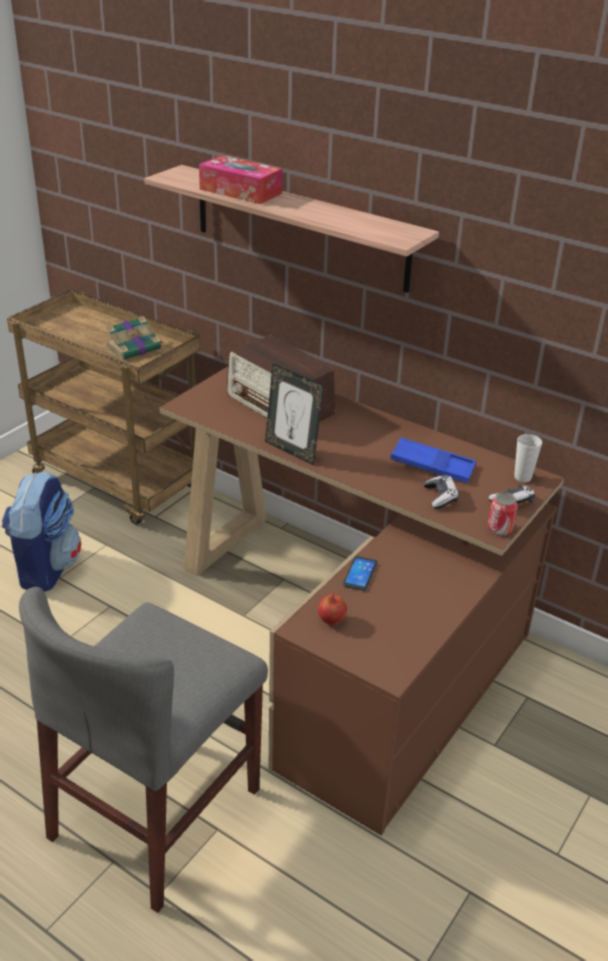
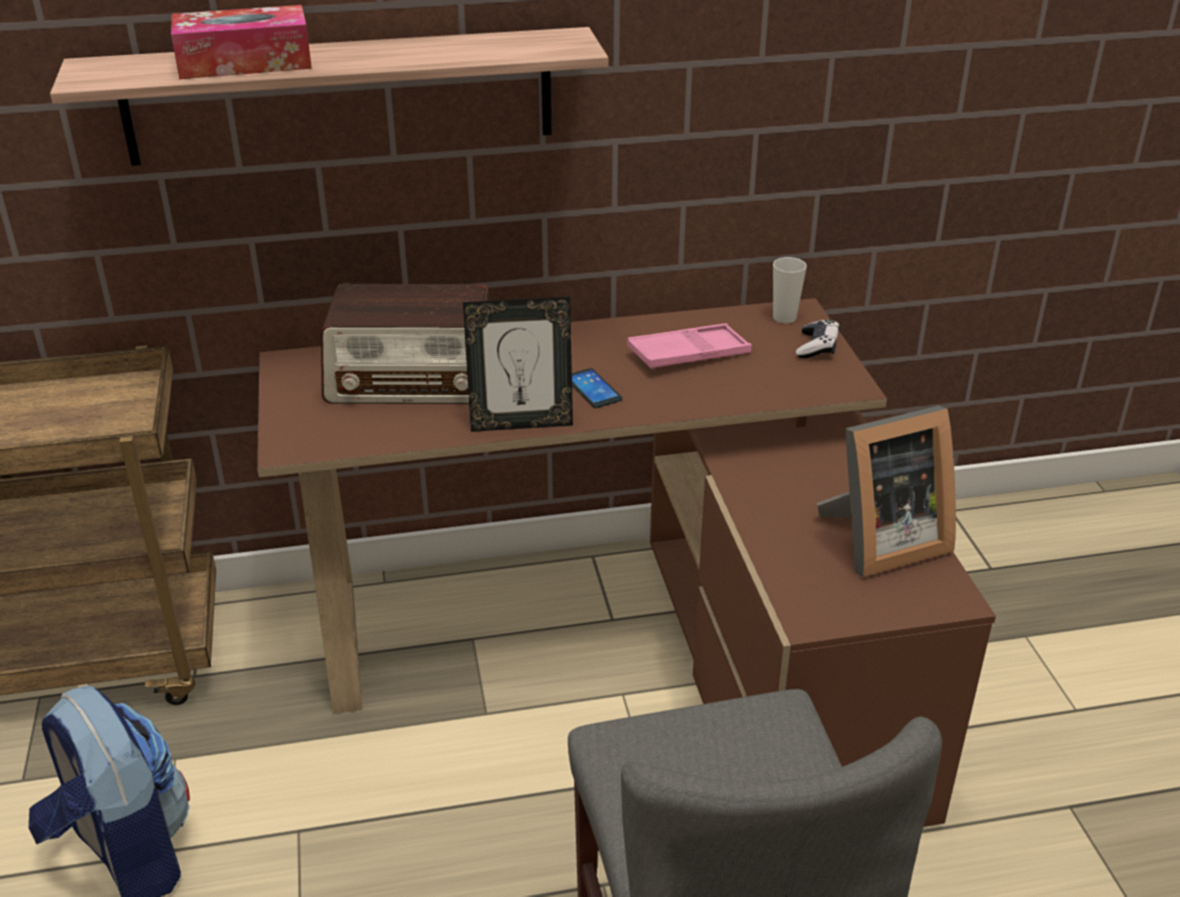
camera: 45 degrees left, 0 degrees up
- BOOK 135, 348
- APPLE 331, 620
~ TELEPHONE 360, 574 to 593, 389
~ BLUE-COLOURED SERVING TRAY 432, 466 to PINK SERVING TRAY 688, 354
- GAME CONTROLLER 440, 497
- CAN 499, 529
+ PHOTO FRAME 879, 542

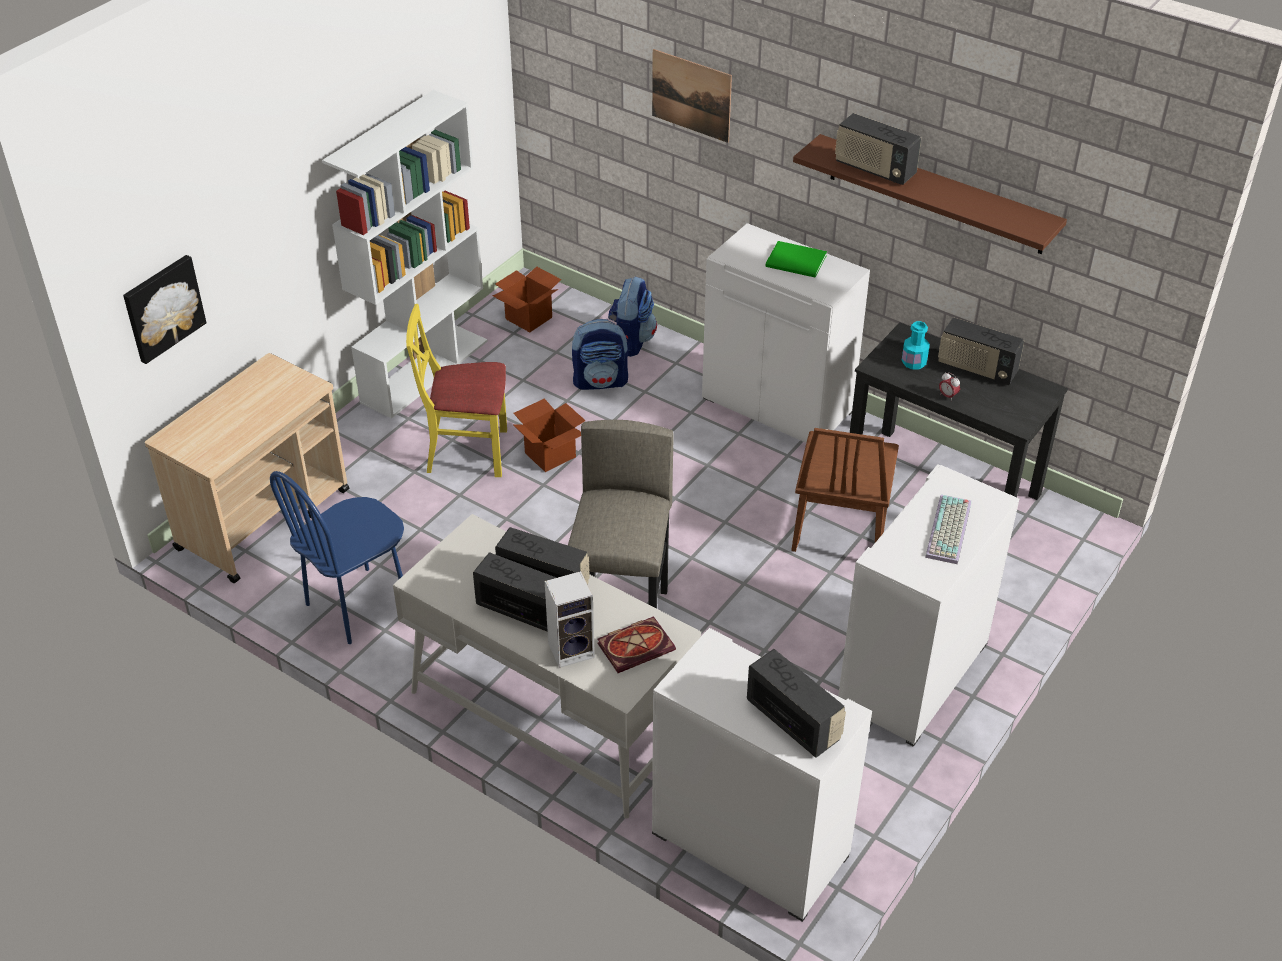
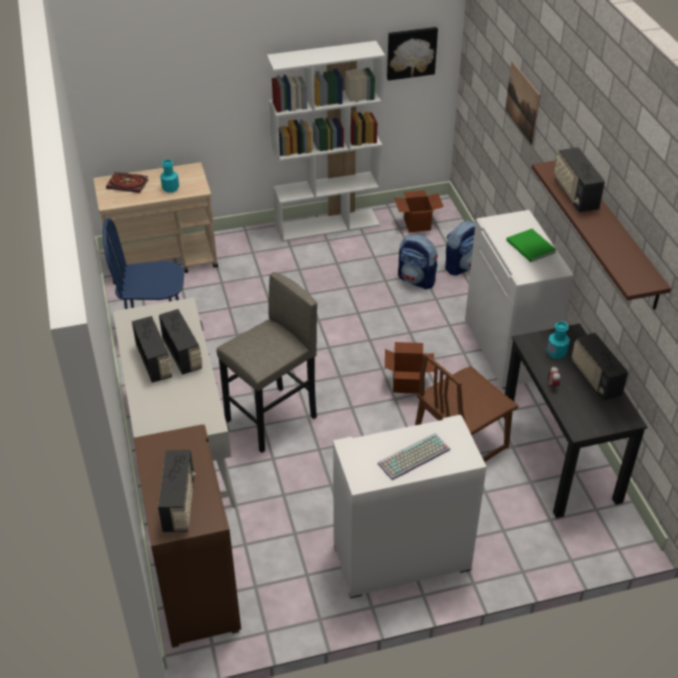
camera: 40 degrees right, 0 degrees up
~ WALL ART 162, 307 to 411, 52
- YELLOW UPRIGHT CHAIR 467, 452
~ CARDBOARD BOX 550, 455 to 407, 383
- AUDIO SPEAKER 572, 649
~ BOOK 637, 645 to 129, 184
~ WHITISH CUPBOARD 748, 844 to BROWN-COLOURED CUPBOARD 194, 584
+ BLUE-GREEN DRINK BOTTLE 170, 188

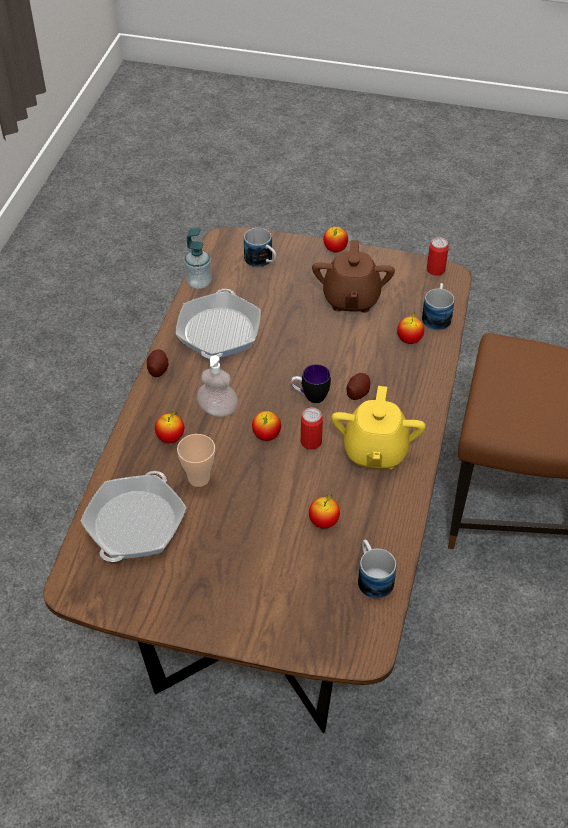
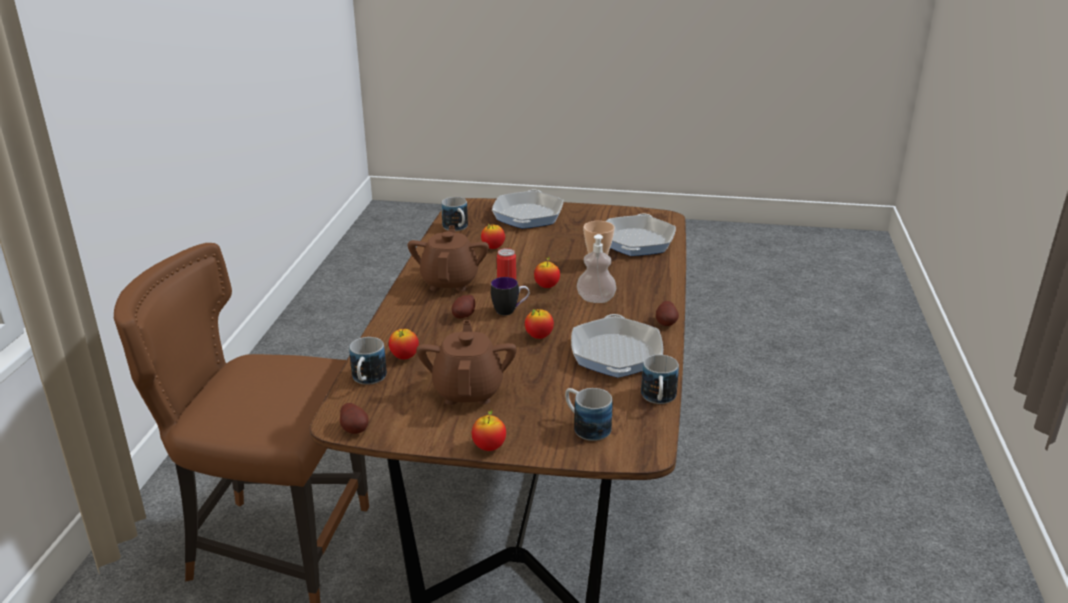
camera: 175 degrees right, 20 degrees down
~ APPLE 170, 438 to 539, 336
~ LIQUID SOAP BOTTLE 199, 282 to COFFEE MUG 658, 399
~ YELLOW TEA POT 375, 451 to BROWN-COLOURED TEA POT 450, 282
~ CAN 435, 270 to WHOLE POTATO 355, 429
+ SKILLET 528, 215

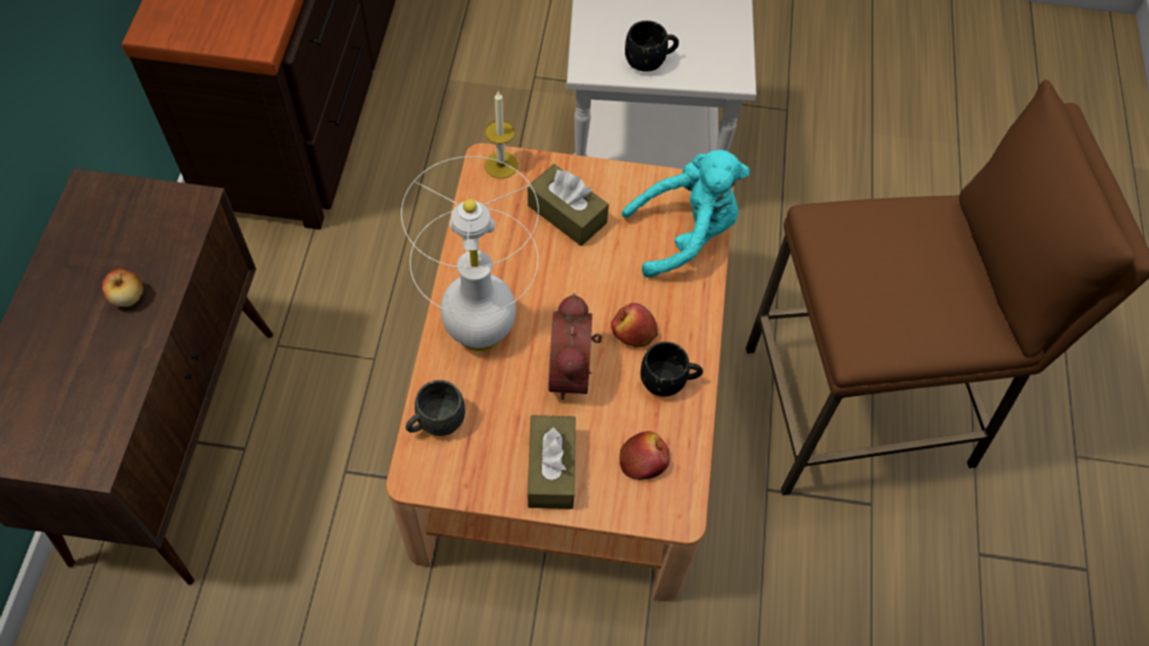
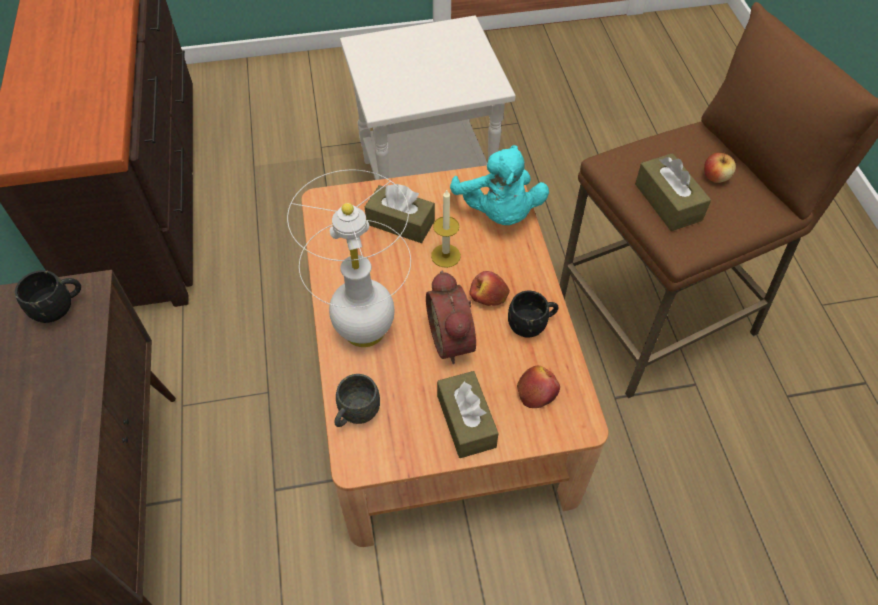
camera: 15 degrees left, 5 degrees down
~ APPLE 128, 297 to 715, 177
~ CANDLE 501, 165 to 445, 255
~ BLUE-GREEN SOFT TOY 685, 234 = 498, 212 105 degrees clockwise
~ BLACK COFFEE MUG 650, 61 to 60, 307
+ BROWN-COLOURED TISSUE HOLDER 668, 202

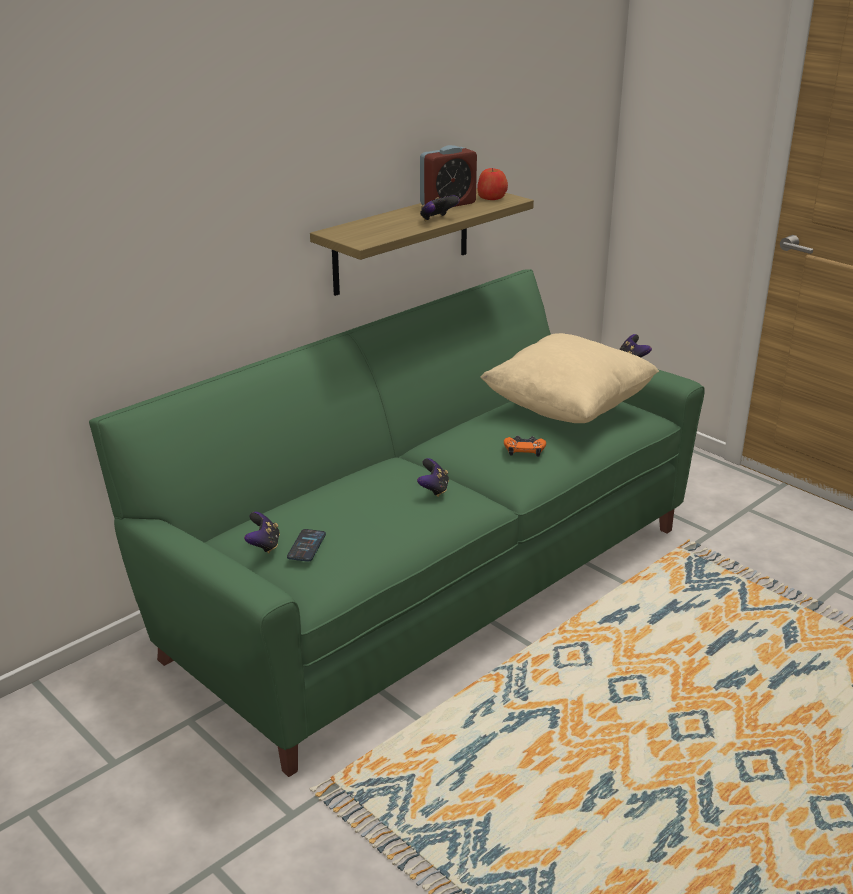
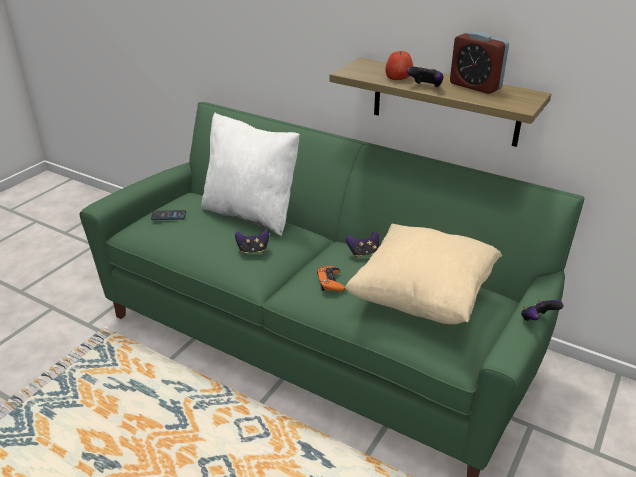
camera: 75 degrees right, 5 degrees up
~ GAME CONTROLLER 264, 545 to 363, 253
~ APPLE 491, 197 to 398, 78
+ WHITISH PILLOW 251, 214

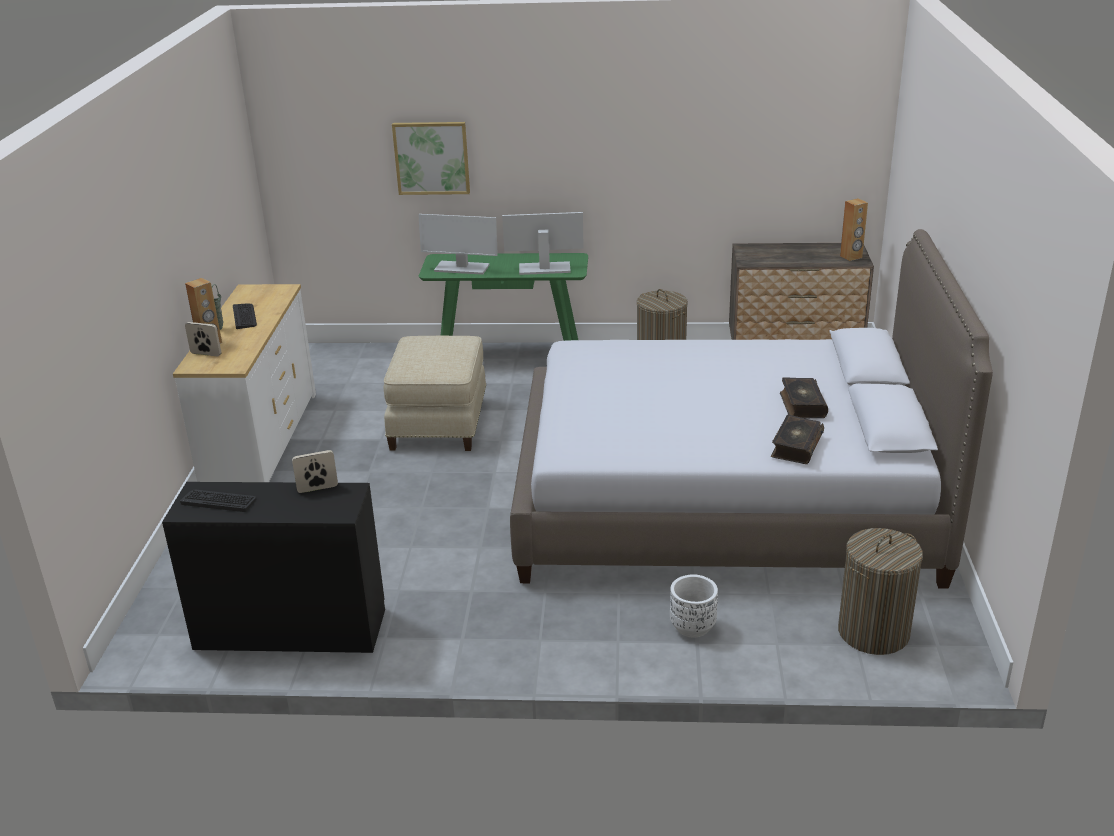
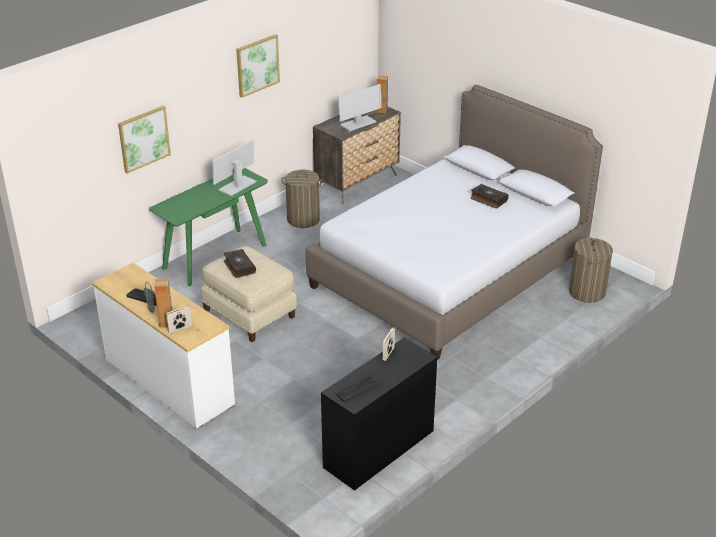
camera: 50 degrees left, 5 degrees up
~ COMPUTER SCREEN 461, 268 to 358, 124
- WHITISH FLOWER POT 692, 627
~ BOOK 795, 447 to 239, 267
+ WALL ART 257, 65

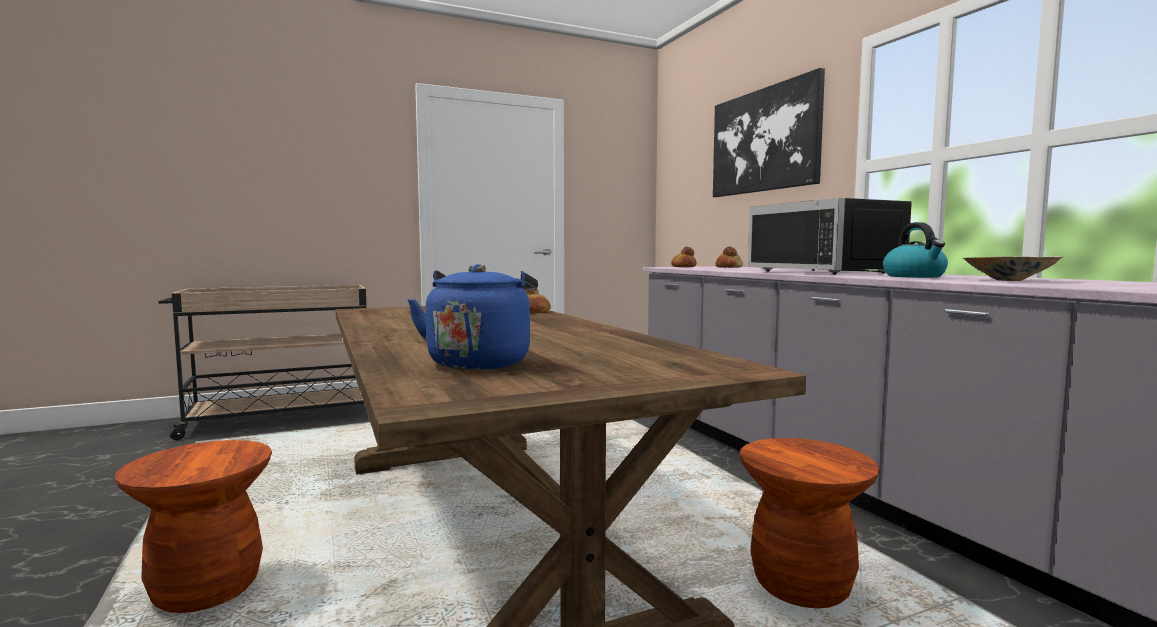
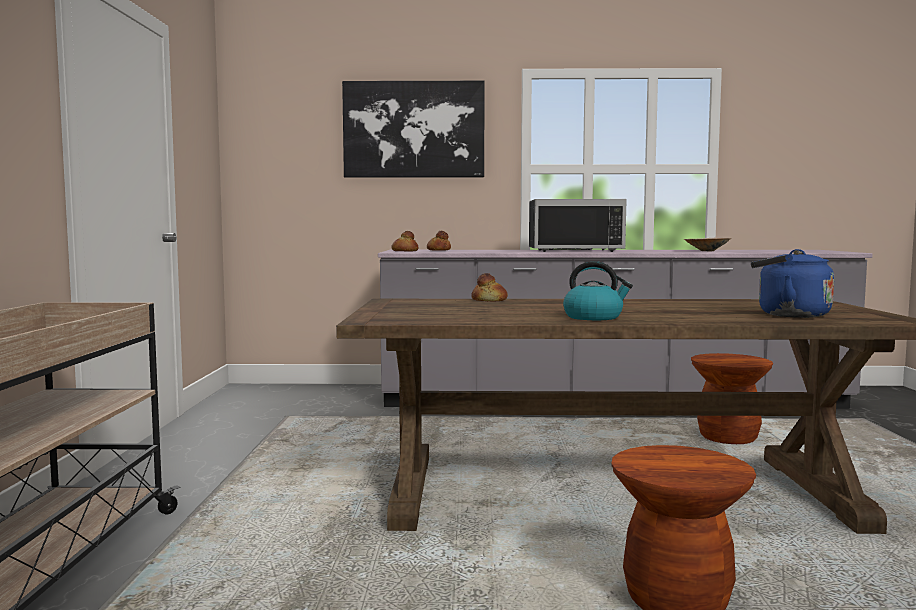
camera: 65 degrees left, 0 degrees up
~ KETTLE 915, 276 to 594, 317

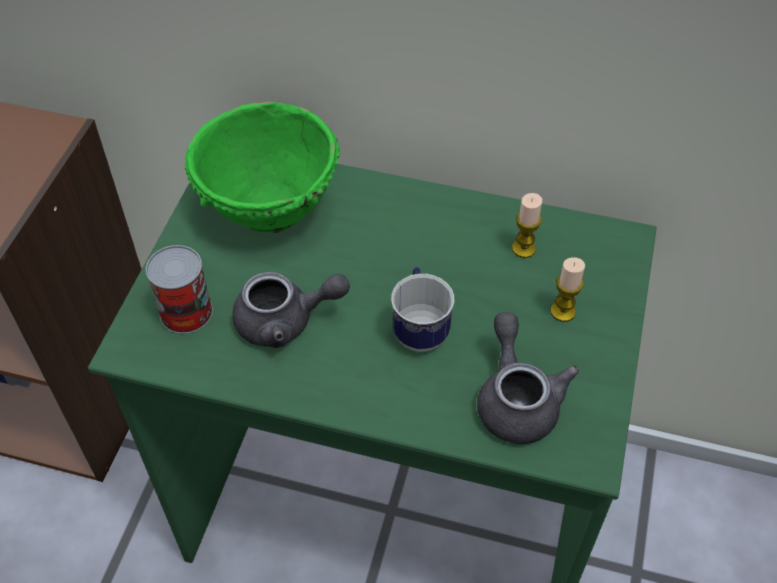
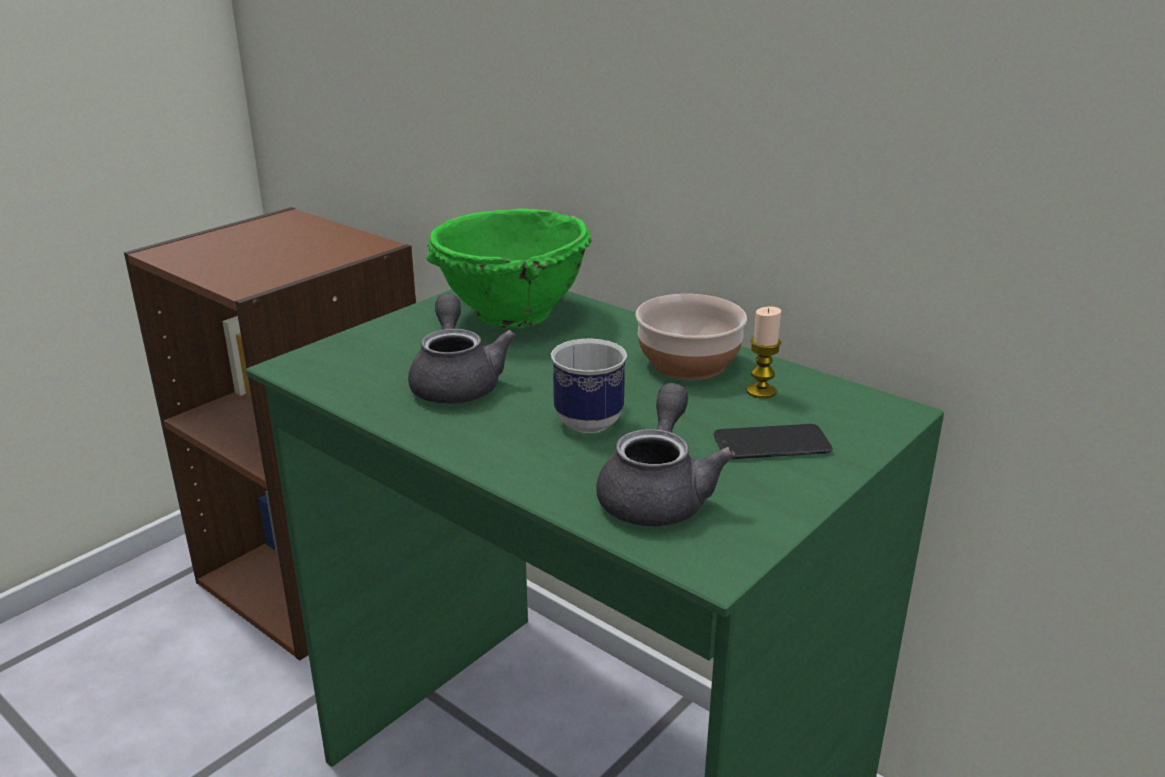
camera: 25 degrees right, 25 degrees down
- CAN 186, 312
~ GREY TEA POT 286, 321 = 456, 382 120 degrees counterclockwise
~ CANDLE 563, 311 to TELEPHONE 771, 444
+ DEEP DISH 687, 363

